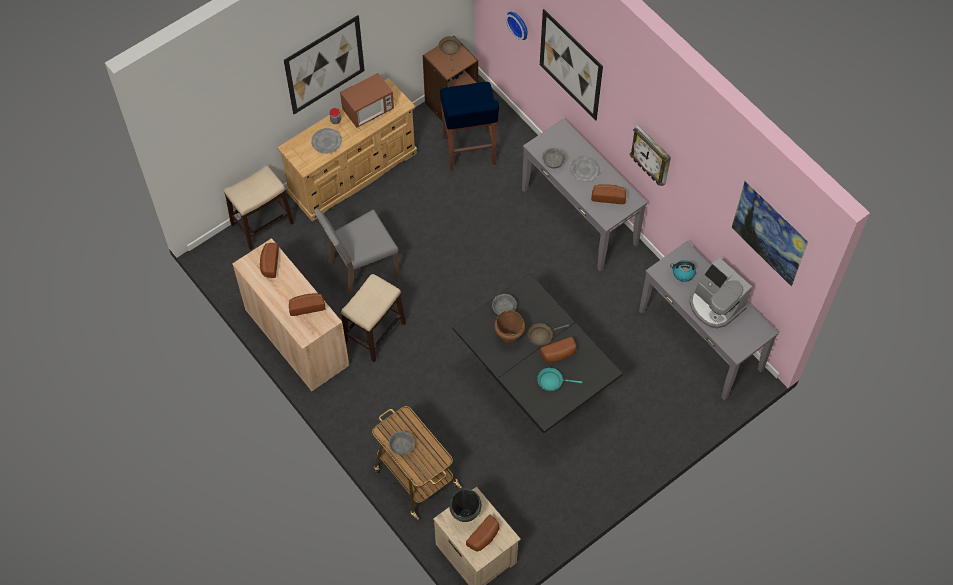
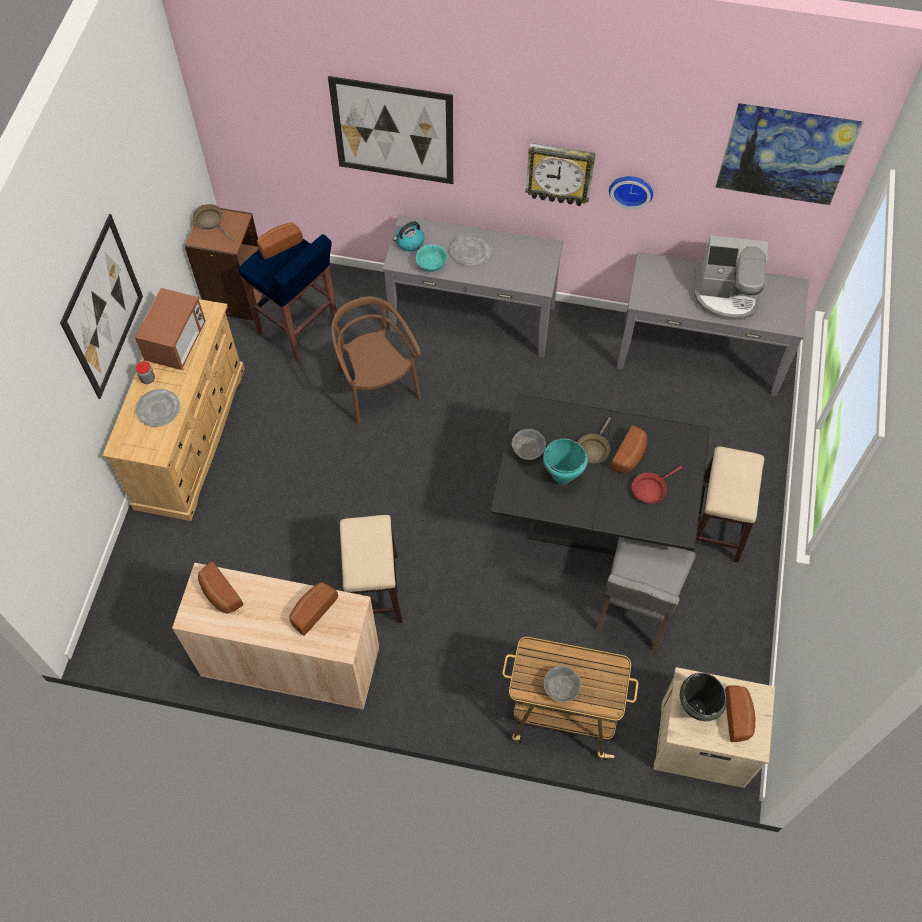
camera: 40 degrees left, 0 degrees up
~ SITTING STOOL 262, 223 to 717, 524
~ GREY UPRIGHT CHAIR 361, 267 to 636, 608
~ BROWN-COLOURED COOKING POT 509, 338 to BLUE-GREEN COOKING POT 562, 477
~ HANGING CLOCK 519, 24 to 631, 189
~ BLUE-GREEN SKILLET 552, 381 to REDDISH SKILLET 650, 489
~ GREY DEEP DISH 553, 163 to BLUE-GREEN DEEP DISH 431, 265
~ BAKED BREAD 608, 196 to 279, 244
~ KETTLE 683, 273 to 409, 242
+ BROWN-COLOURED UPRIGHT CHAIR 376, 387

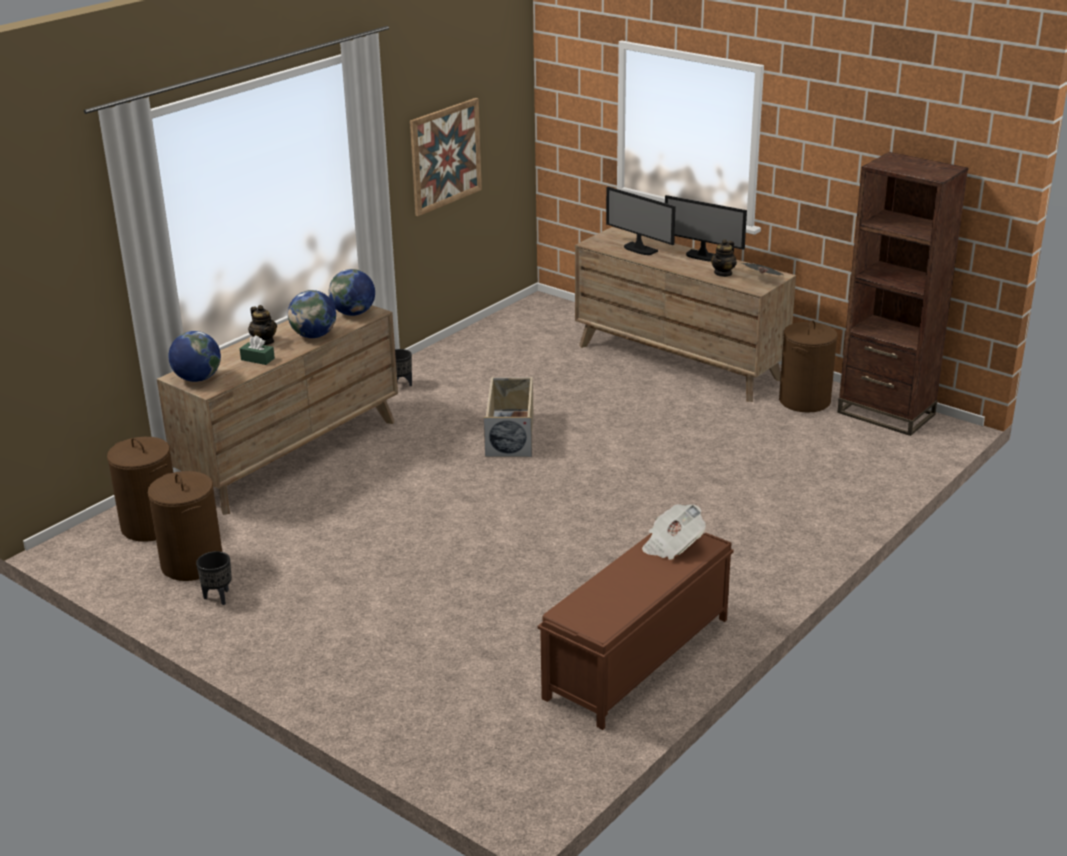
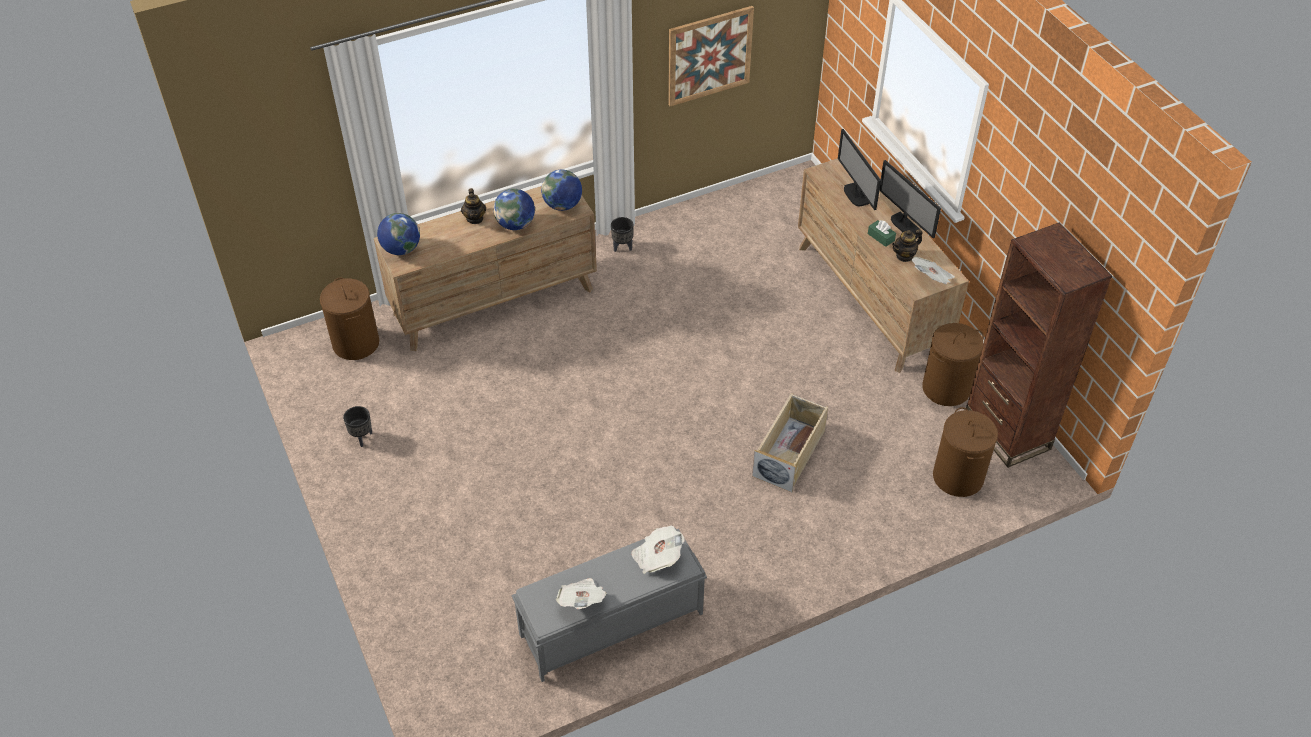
camera: 25 degrees right, 20 degrees up
~ BROWN-COLOURED WASHING BASKET 192, 564 to 957, 476
~ GREEN-COLOURED TISSUE HOLDER 257, 359 to 881, 237
~ BEIGE-COLOURED STORAGE CONTAINER 510, 433 to 789, 453
~ BROWN-COLOURED BENCH 636, 659 to GREY BENCH 610, 624
+ DAILY PAPER 582, 600

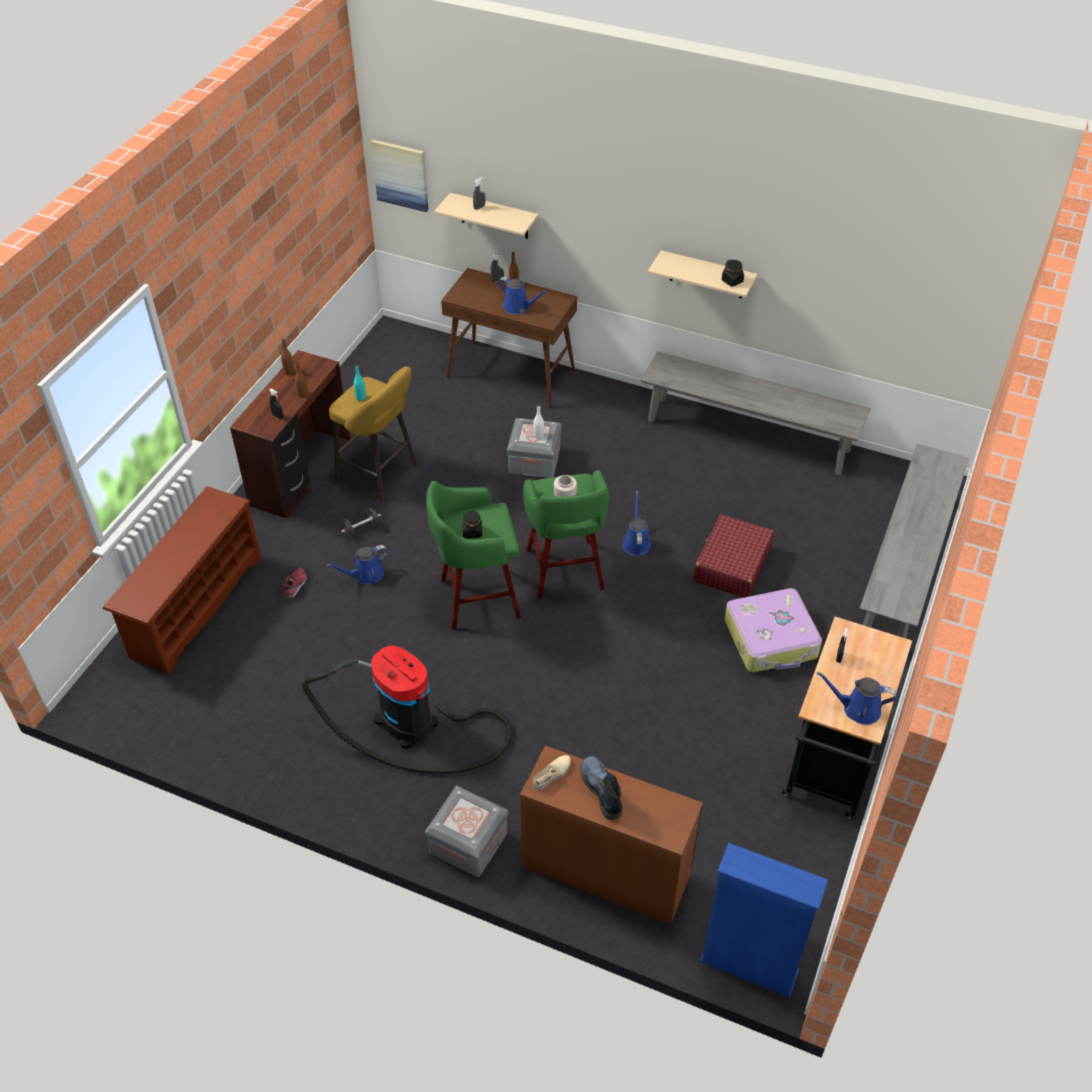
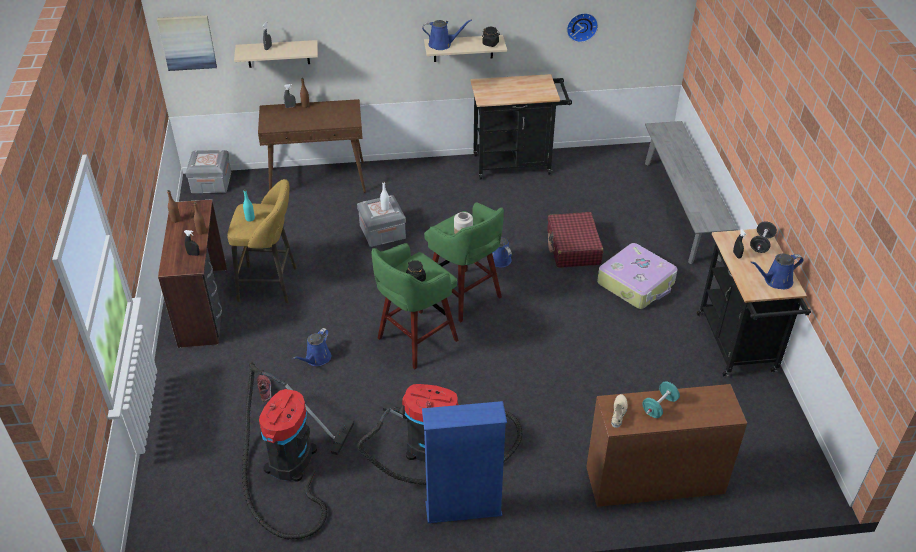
camera: 30 degrees left, 5 degrees down
- BROWN-COLOURED SHOE RACK 195, 605
~ BLACK HAND WEIGHT 362, 530 to 761, 244
~ GREY STORAGE CONTAINER 468, 843 to 211, 182
~ BLUE-COLOURED SPRINKLING CAN 518, 307 to 442, 44
~ BOOT 600, 789 to BLUE-GREEN HAND WEIGHT 659, 407
~ GREY BENCH 748, 435 to BLACK WHEELED CART 517, 163
~ BLUE-COLOURED BOOKSHELF 749, 966 to 463, 509
+ VACUUM 289, 465
+ HANGING CLOCK 581, 26

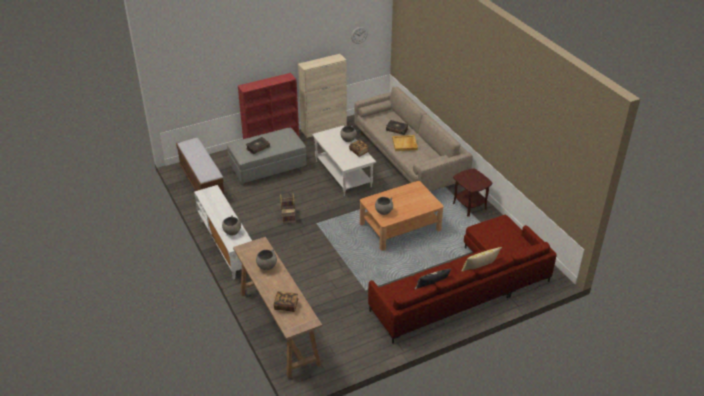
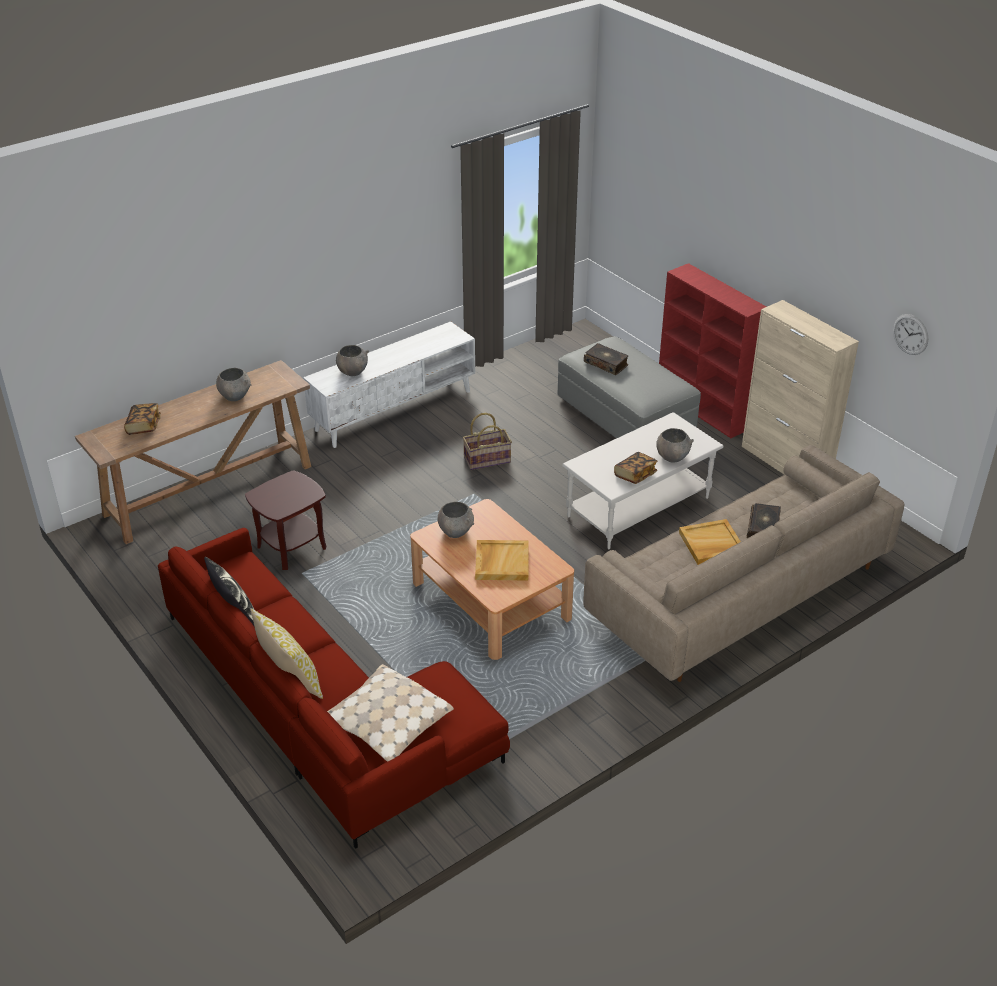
camera: 80 degrees right, 0 degrees up
- BENCH 202, 182
~ BROWN-COLOURED END TABLE 469, 206 to 291, 547
+ BEIGE-COLOURED PILLOW 388, 723
+ BEIGE-COLOURED SERVING TRAY 501, 562

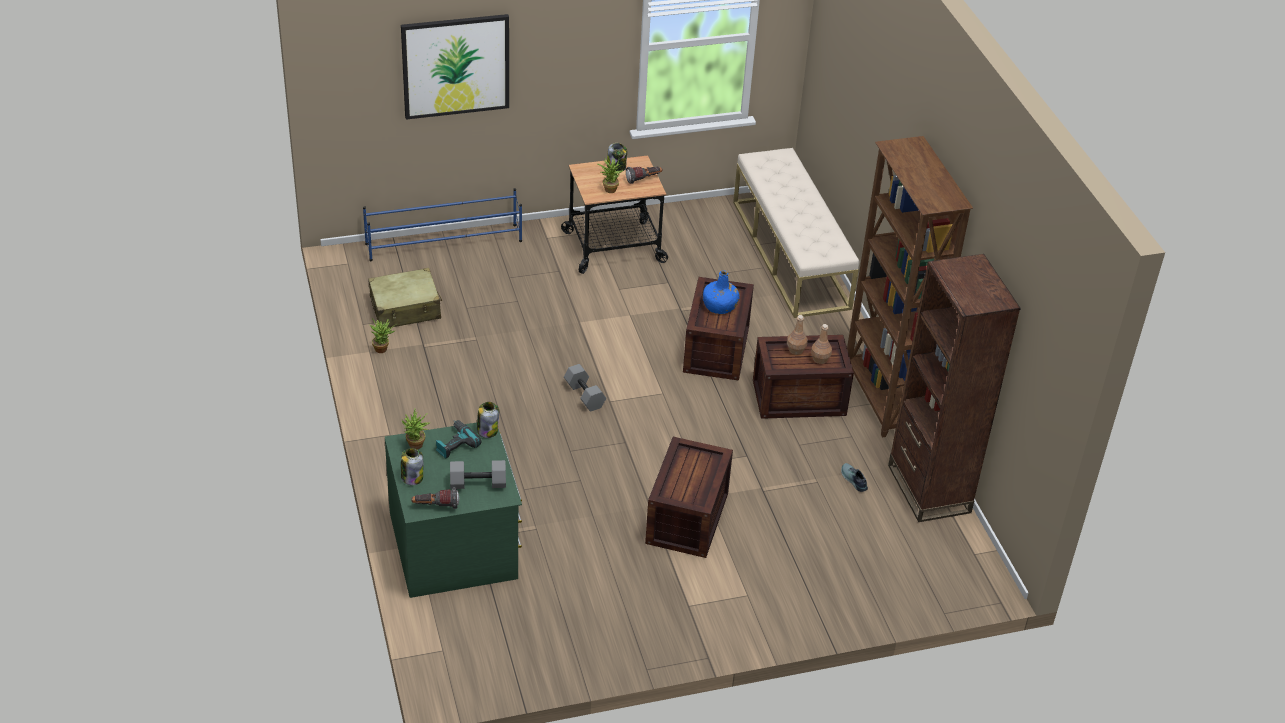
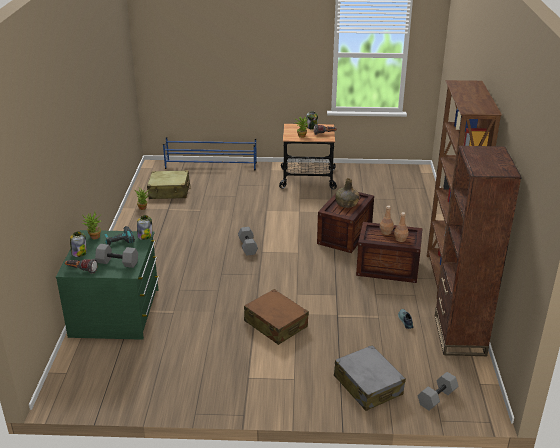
camera: 20 degrees right, 10 degrees down
- WALL ART 455, 66
~ CRATE 686, 519 to BROWN-COLOURED TRAVEL CASE 275, 324
~ BLUE-COLOURED DRINK BOTTLE 720, 306 to GREEN-COLOURED DRINK BOTTLE 346, 204
- BEIGE-COLOURED BENCH 790, 254
+ GREY TRAVEL CASE 368, 385
+ GREY HAND WEIGHT 436, 397

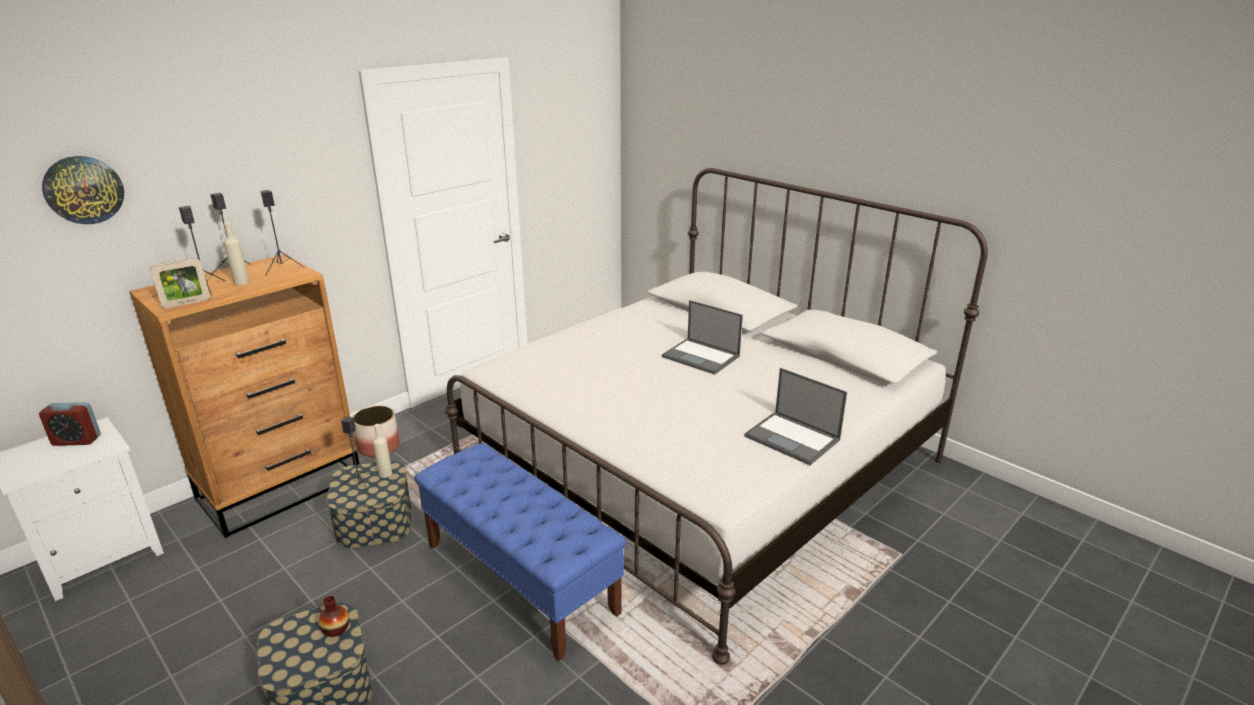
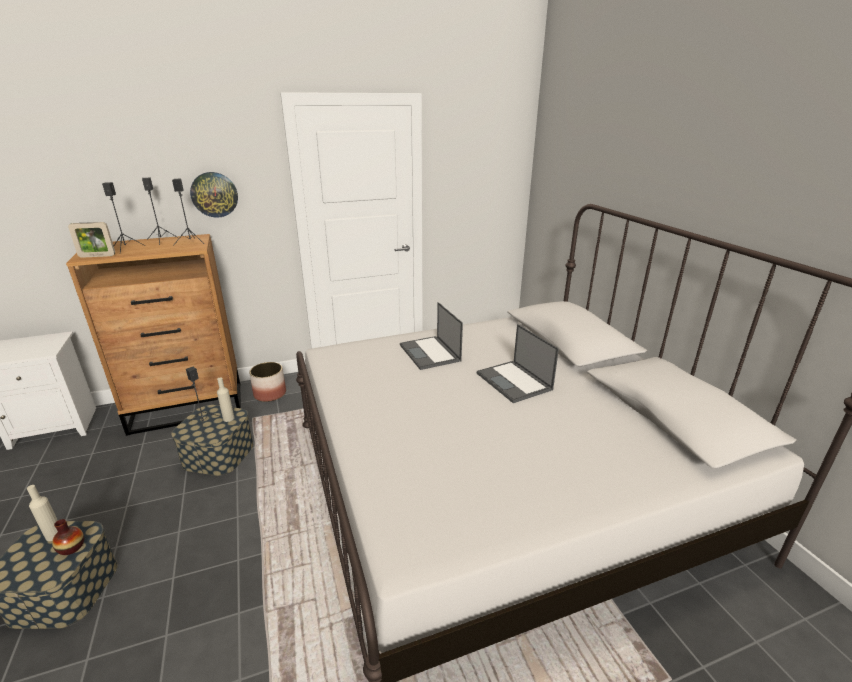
camera: 25 degrees right, 0 degrees up
- BEDSIDE CLOCK 77, 440
~ HANGING CLOCK 83, 190 to 214, 194
~ BEIGE-COLOURED DRINK BOTTLE 241, 282 to 54, 535
- BLUE-COLOURED BENCH 520, 578
~ LAPTOP 793, 438 to 430, 353

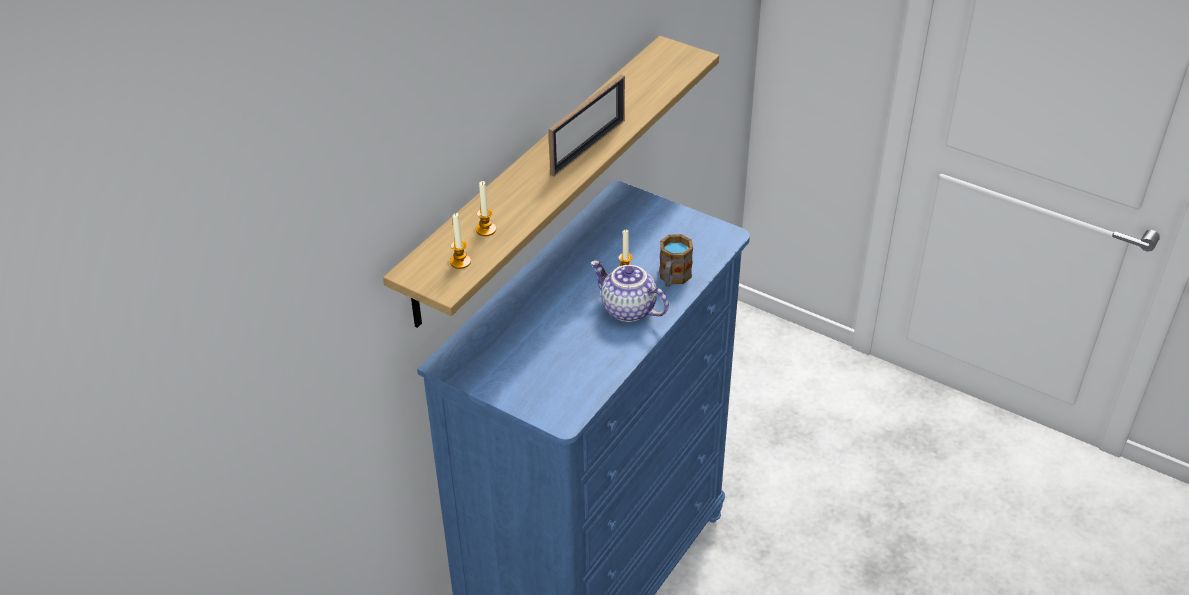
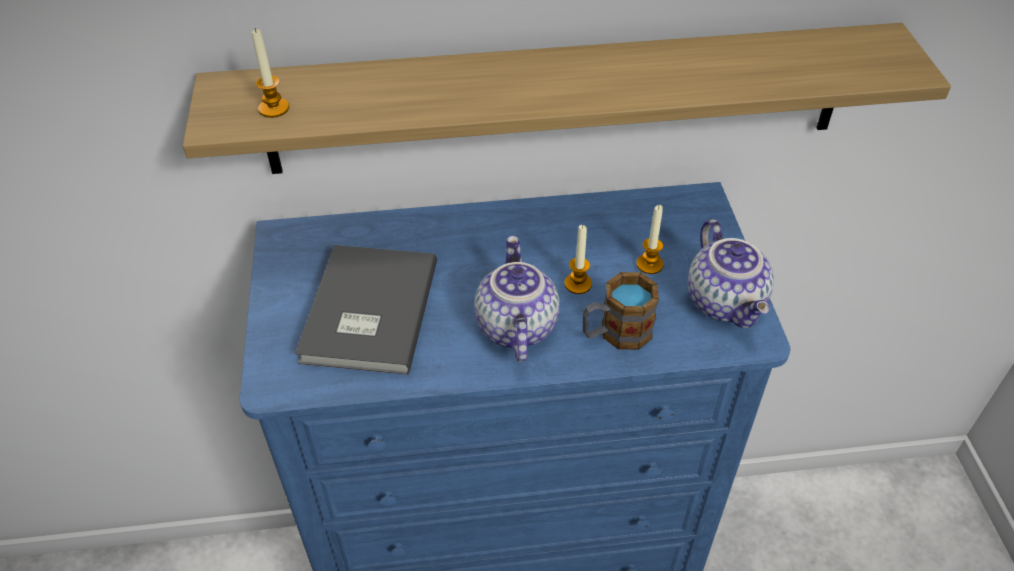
camera: 50 degrees right, 5 degrees up
~ CANDLE 486, 229 to 649, 264
- PHOTO FRAME 588, 147
+ GREY BOOK 365, 313
+ TEA POT 727, 302

